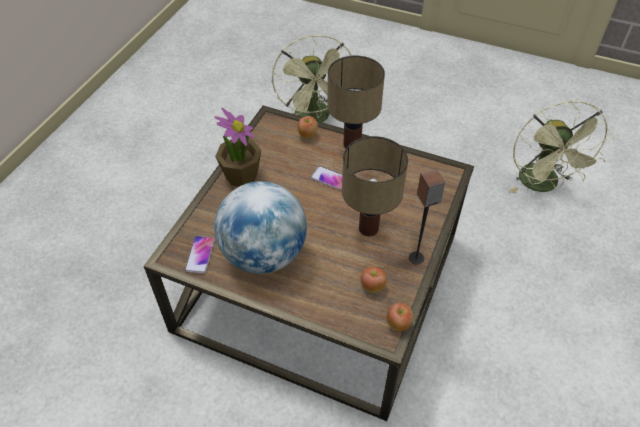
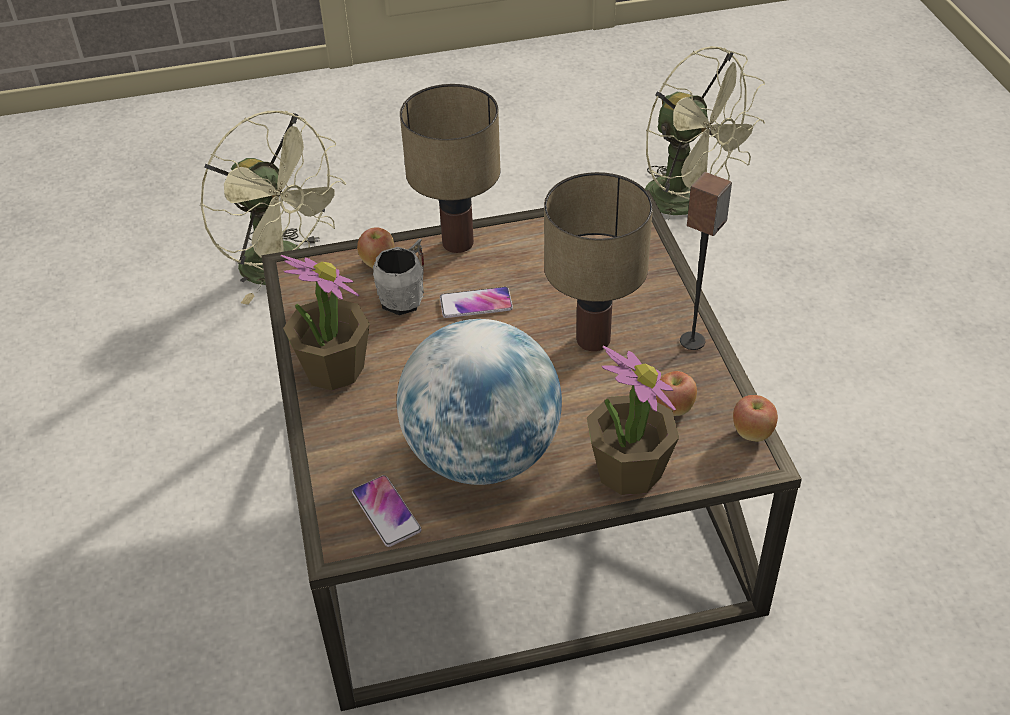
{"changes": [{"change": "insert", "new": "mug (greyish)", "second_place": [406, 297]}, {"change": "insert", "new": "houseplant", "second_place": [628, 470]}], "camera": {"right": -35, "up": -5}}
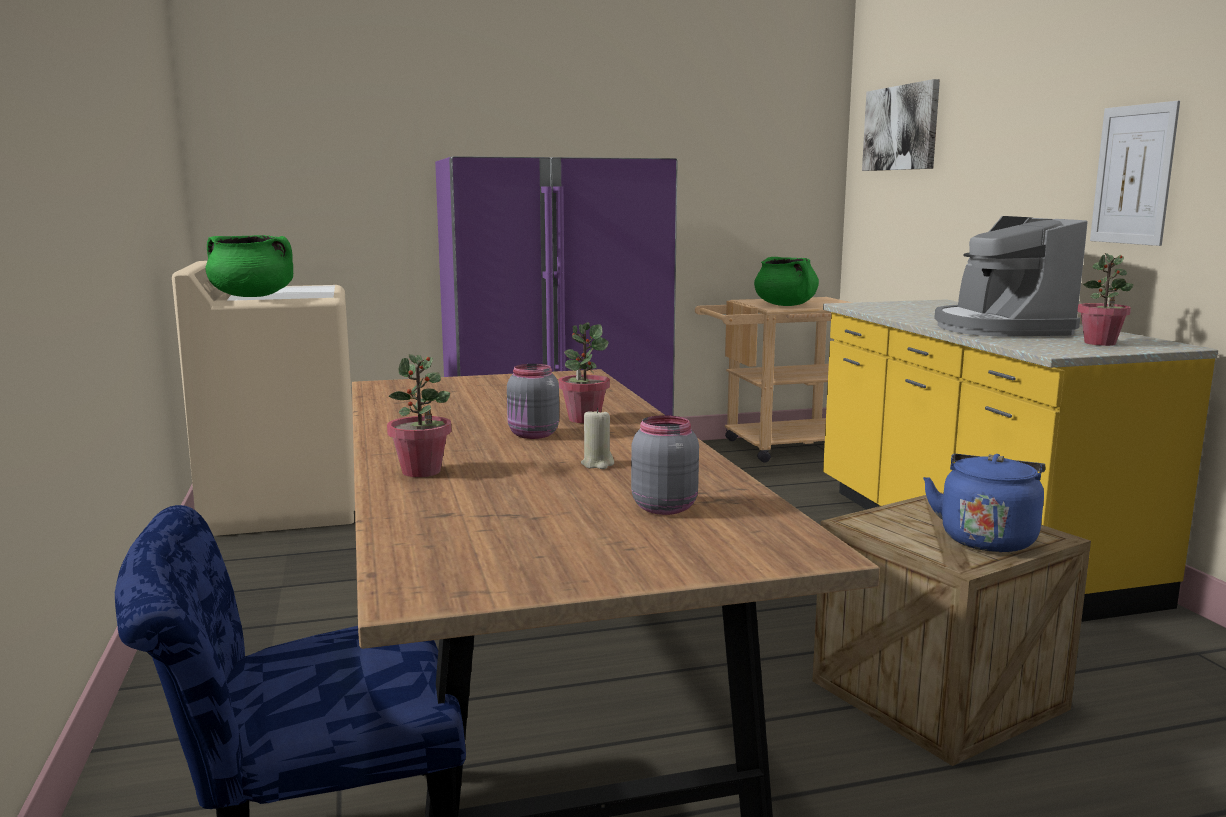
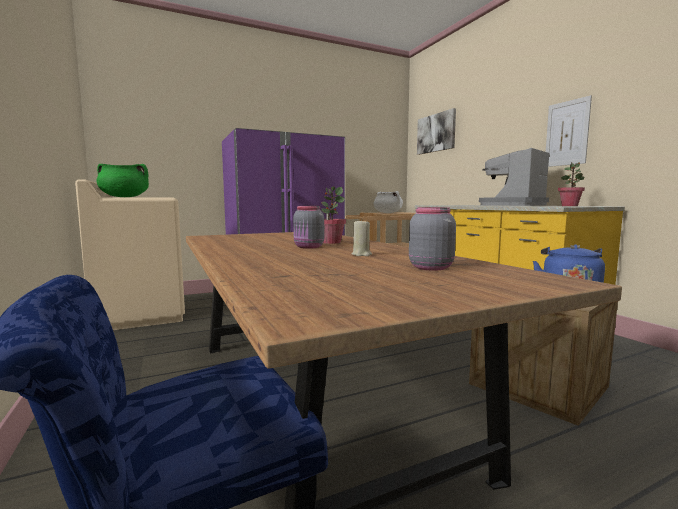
{"changes": [{"change": "rotate", "old": "coffee maker", "first_place": [999, 328], "second_place": [512, 205], "degrees": 60}, {"change": "recolor", "old": "stockpot (greenish)", "new": "stockpot (white)", "first_place": [785, 305], "second_place": [388, 213]}, {"change": "delete", "old": "houseplant", "first_place": [422, 471]}], "camera": {"right": -10, "up": -5}}
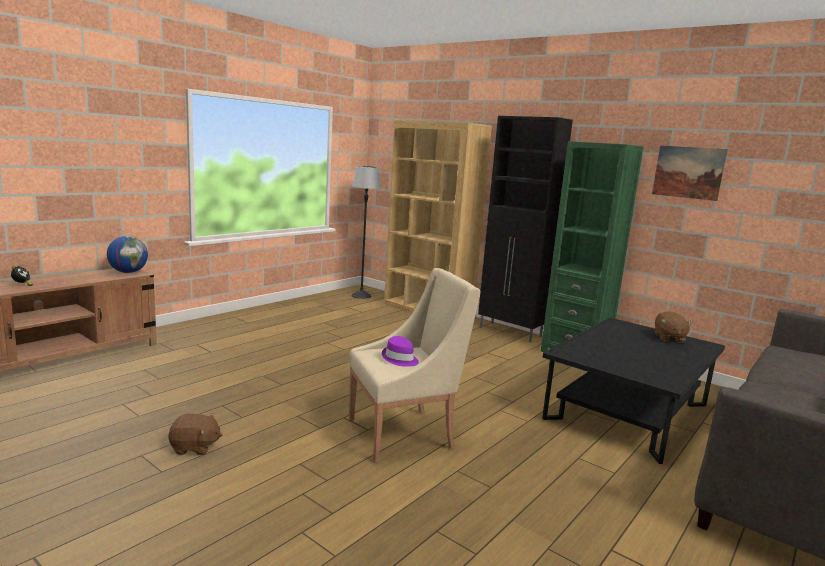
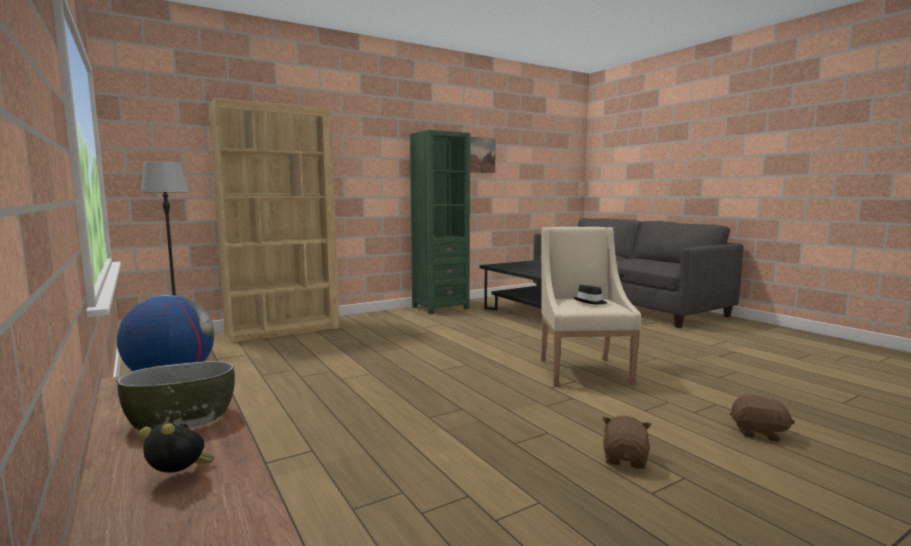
{"changes": [{"change": "delete", "old": "storage cabinet (black-coloured)", "first_place": [510, 332]}, {"change": "move", "old": "cuddly toy (brownish)", "first_place": [669, 338], "second_place": [758, 433]}, {"change": "recolor", "old": "hat (purple-coloured)", "new": "hat (black-coloured)", "first_place": [400, 359], "second_place": [590, 302]}, {"change": "insert", "new": "bowl", "second_place": [182, 418]}], "camera": {"right": -70, "up": -5}}
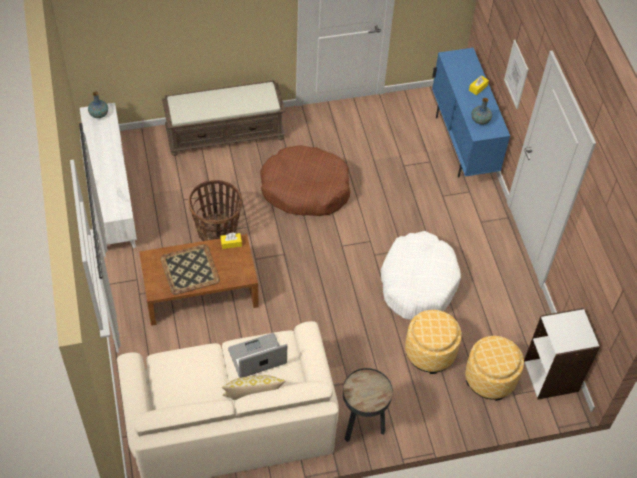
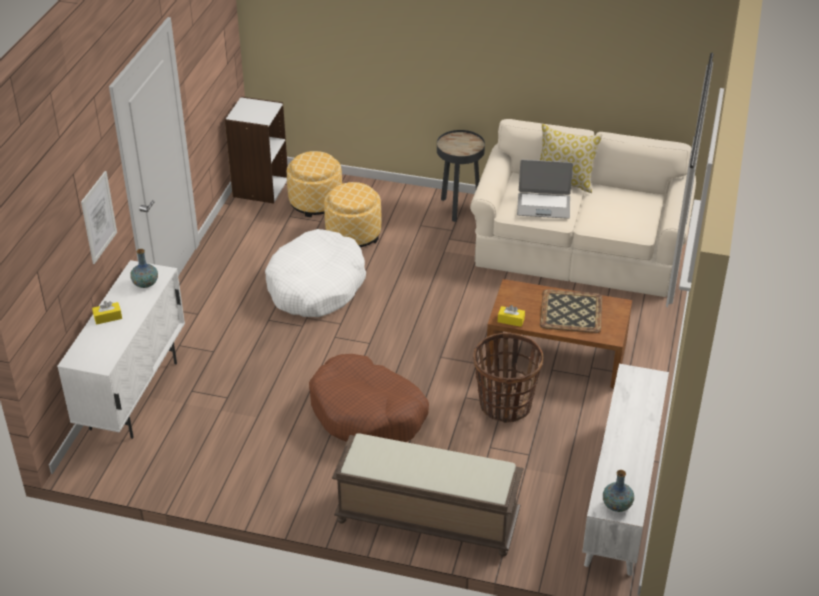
{"changes": [{"change": "recolor", "old": "storage cabinet (blue)", "new": "storage cabinet (white)", "first_place": [462, 144], "second_place": [134, 395]}], "camera": {"right": -150, "up": -15}}
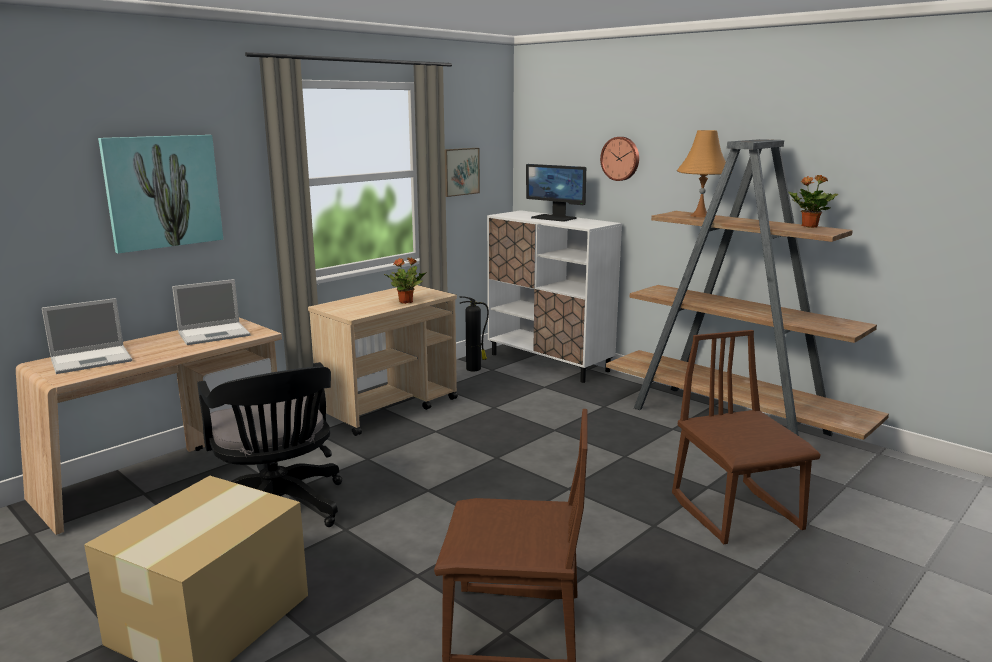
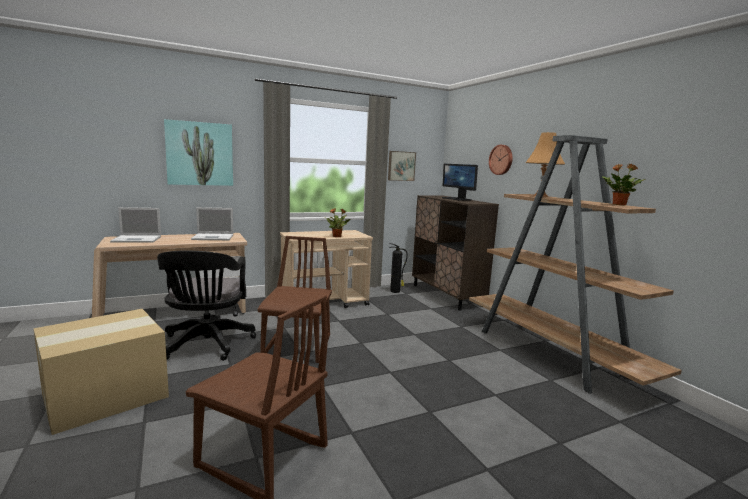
{"changes": [{"change": "recolor", "old": "storage cabinet (white)", "new": "storage cabinet (brownish)", "first_place": [549, 362], "second_place": [446, 295]}, {"change": "move", "old": "upright chair (brownish)", "first_place": [737, 512], "second_place": [298, 347]}], "camera": {"right": 20, "up": -5}}
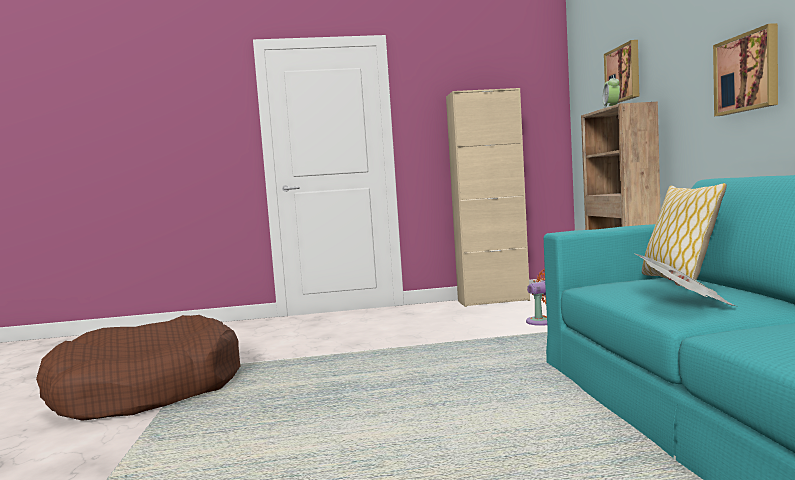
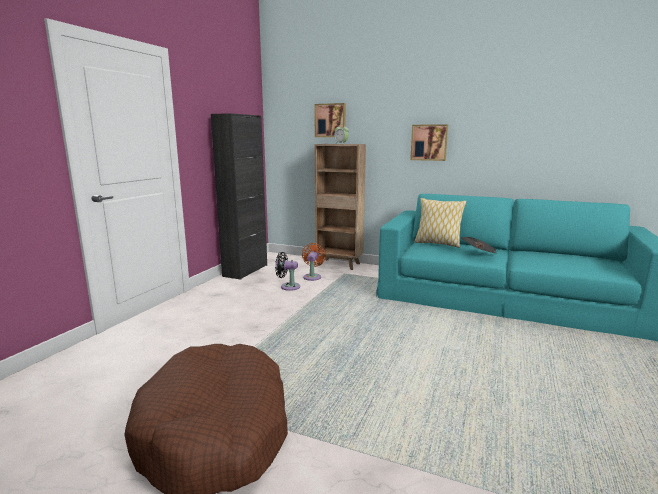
{"changes": [{"change": "recolor", "old": "storage cabinet (beige-coloured)", "new": "storage cabinet (black-coloured)", "first_place": [493, 301], "second_place": [245, 270]}, {"change": "insert", "new": "electric fan (black-coloured)", "second_place": [288, 286]}], "camera": {"right": -60, "up": 10}}
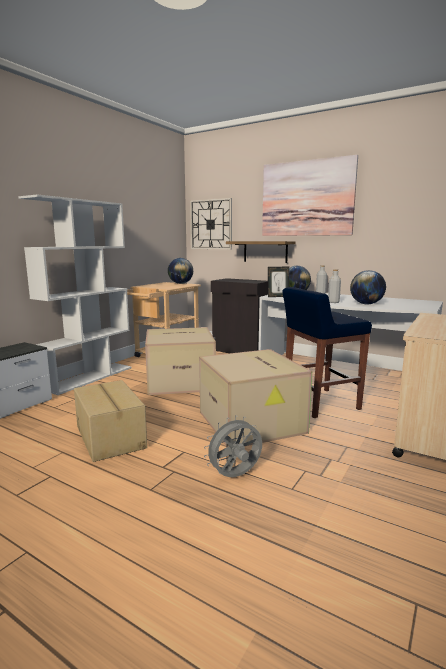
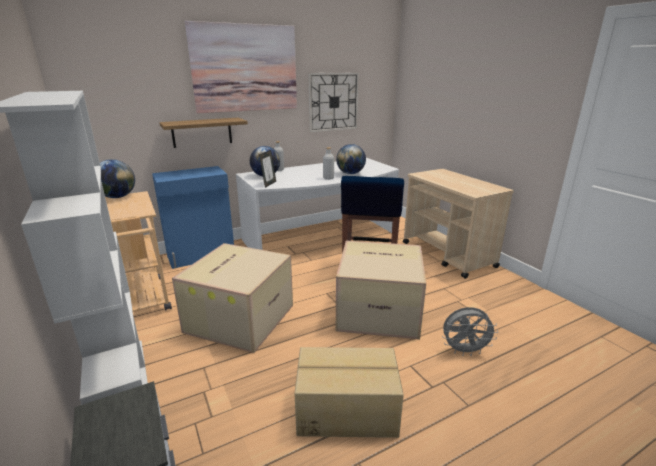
{"changes": [{"change": "move", "old": "hanging clock", "first_place": [211, 224], "second_place": [333, 102]}, {"change": "recolor", "old": "storage cabinet (black-coloured)", "new": "storage cabinet (blue)", "first_place": [240, 351], "second_place": [201, 255]}, {"change": "rotate", "old": "electric fan (greyish)", "first_place": [235, 476], "second_place": [464, 351], "degrees": -90}], "camera": {"right": -60, "up": 10}}
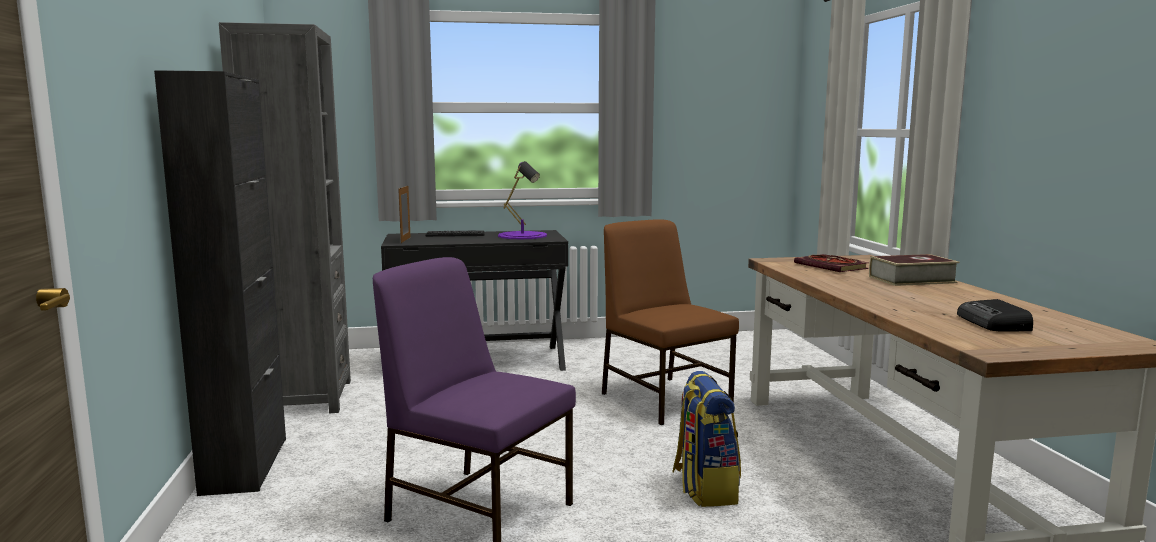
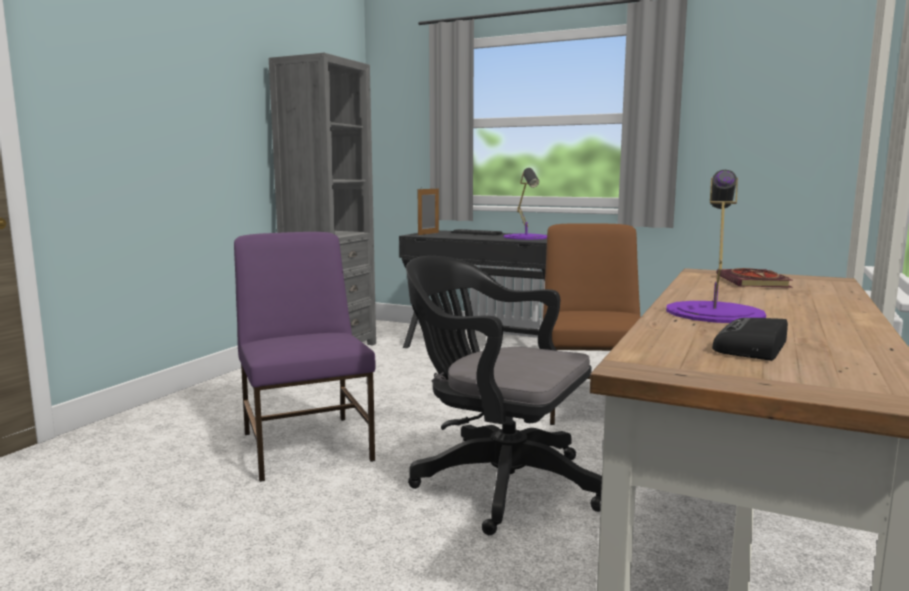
{"changes": [{"change": "delete", "old": "storage cabinet (black-coloured)", "first_place": [245, 465]}, {"change": "delete", "old": "volume", "first_place": [912, 279]}, {"change": "replace", "old": "rucksack", "new": "computer chair (black-coloured)", "first_place": [704, 488], "second_place": [497, 482]}, {"change": "insert", "new": "table lamp (purple-coloured)", "second_place": [714, 312]}], "camera": {"right": 35, "up": 0}}
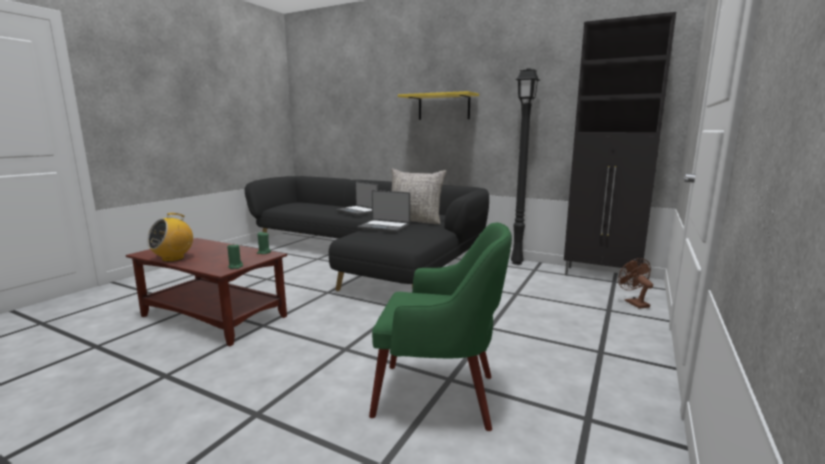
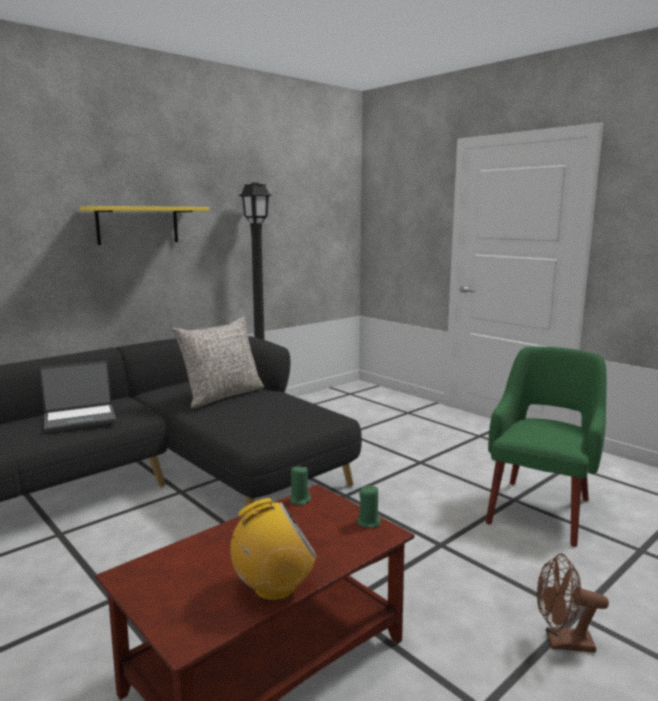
{"changes": [{"change": "delete", "old": "storage cabinet (black-coloured)", "first_place": [602, 276]}, {"change": "delete", "old": "portable computer", "first_place": [384, 227]}, {"change": "rotate", "old": "radio", "first_place": [173, 258], "second_place": [274, 588], "degrees": -75}, {"change": "move", "old": "electric fan (brownish)", "first_place": [633, 303], "second_place": [562, 642]}], "camera": {"right": -70, "up": 0}}
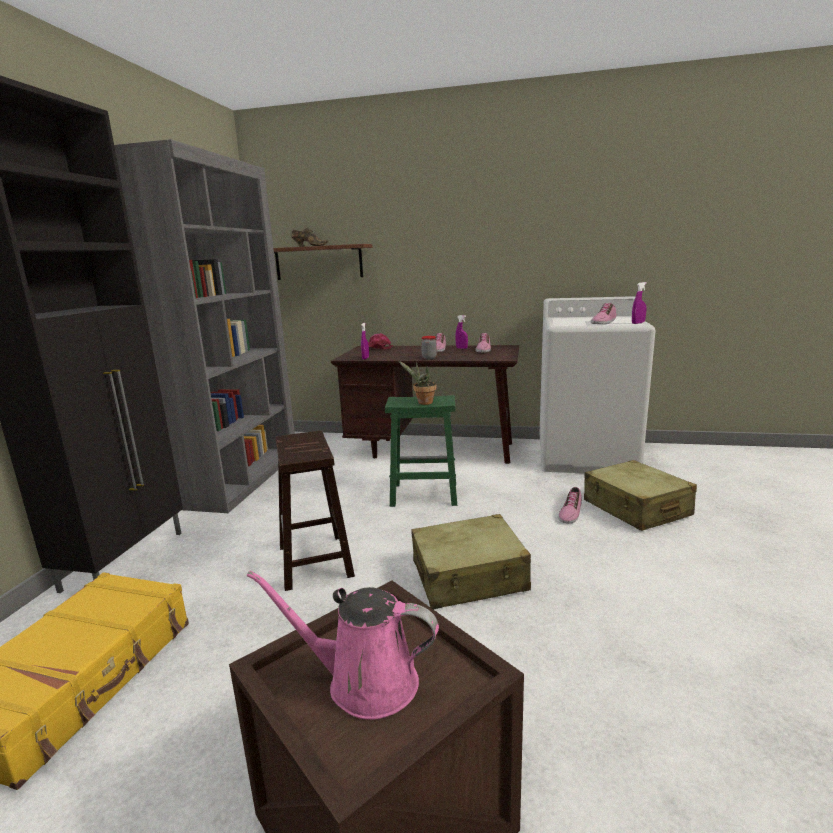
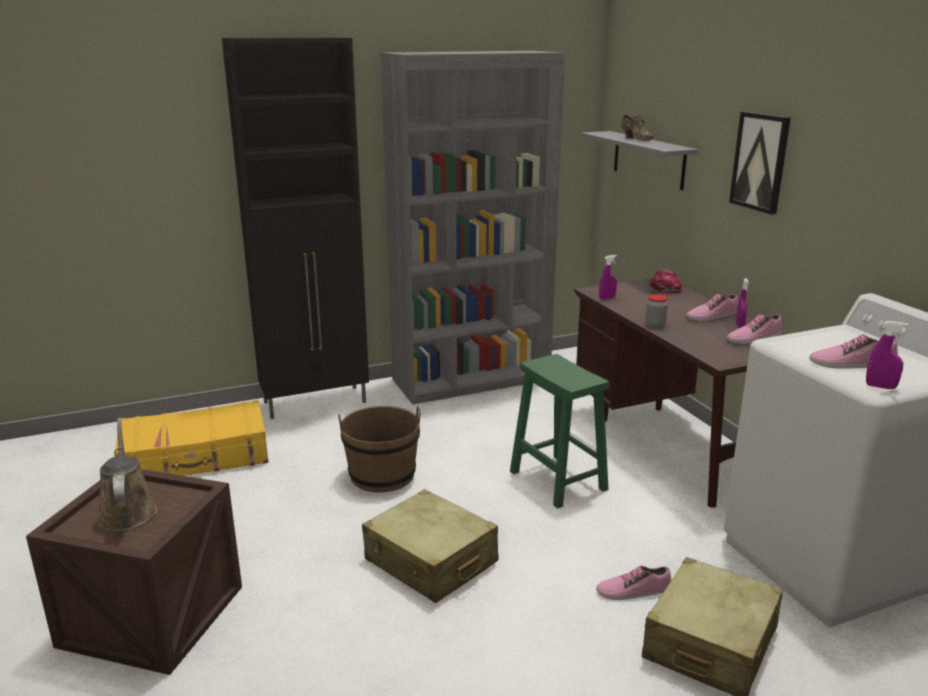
{"changes": [{"change": "recolor", "old": "bracket shelf (brownish)", "new": "bracket shelf (greyish)", "first_place": [318, 262], "second_place": [648, 159]}, {"change": "delete", "old": "houseplant", "first_place": [423, 403]}, {"change": "replace", "old": "sitting stool (brownish)", "new": "water bucket (brownish)", "first_place": [316, 561], "second_place": [382, 475]}, {"change": "recolor", "old": "watering can (pink-coloured)", "new": "watering can (brownish)", "first_place": [363, 681], "second_place": [127, 511]}, {"change": "insert", "new": "wall art", "second_place": [760, 162]}], "camera": {"right": 55, "up": 5}}
